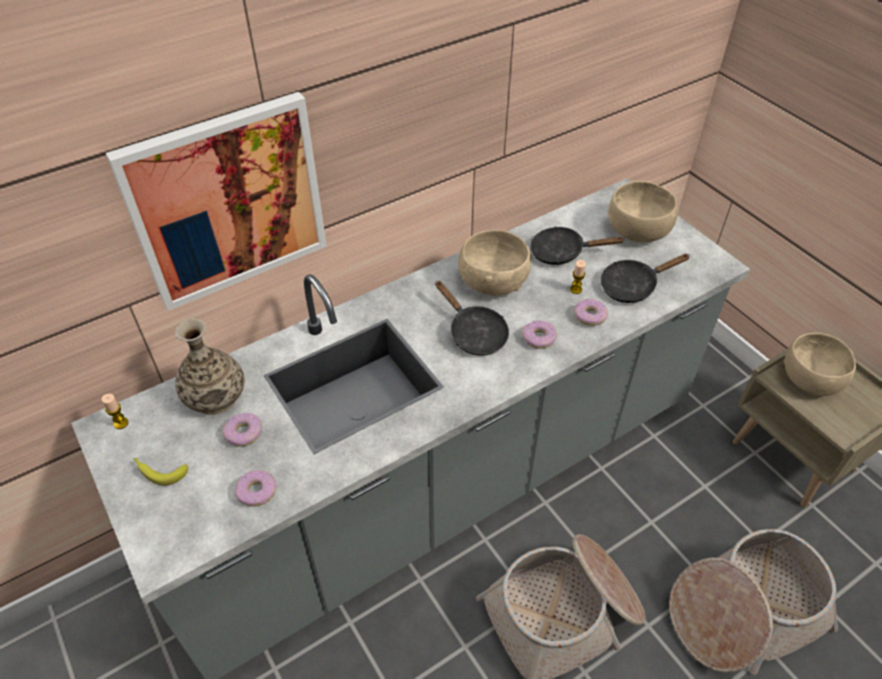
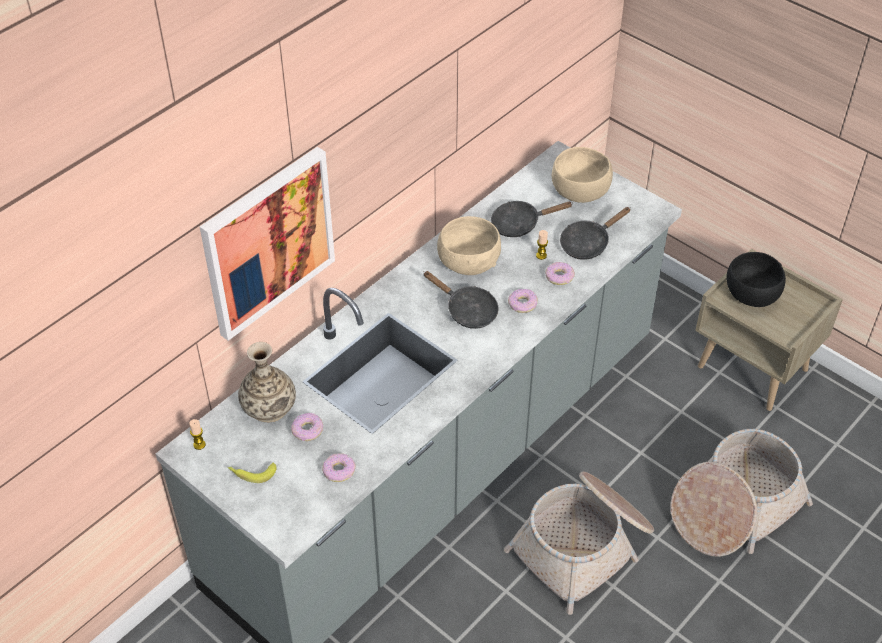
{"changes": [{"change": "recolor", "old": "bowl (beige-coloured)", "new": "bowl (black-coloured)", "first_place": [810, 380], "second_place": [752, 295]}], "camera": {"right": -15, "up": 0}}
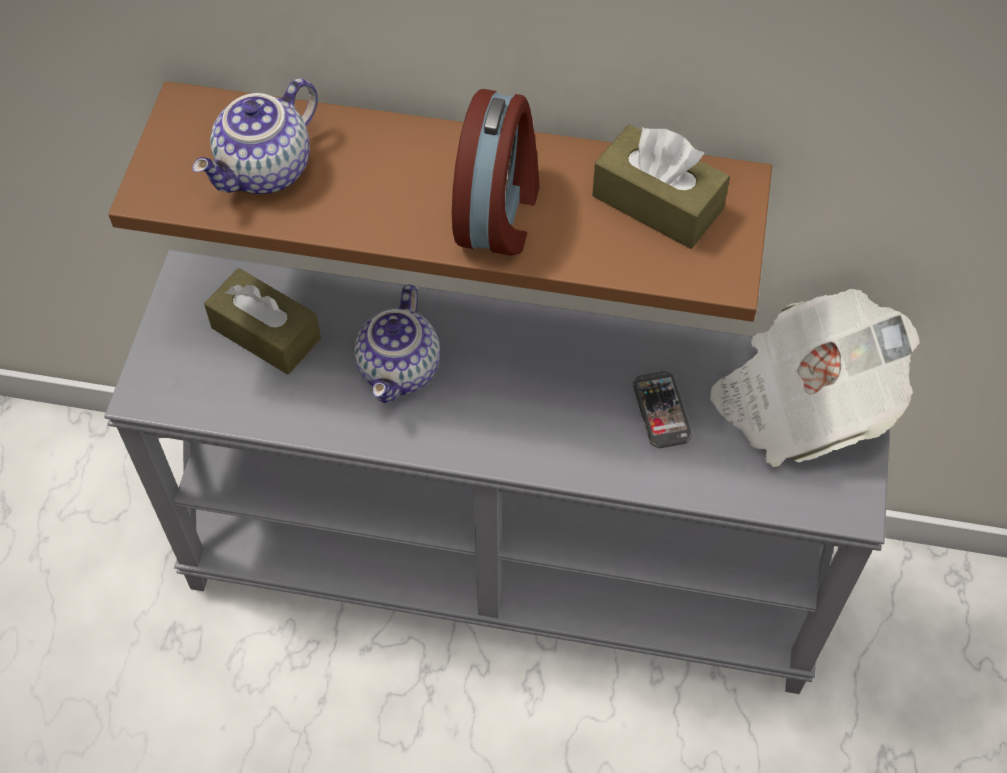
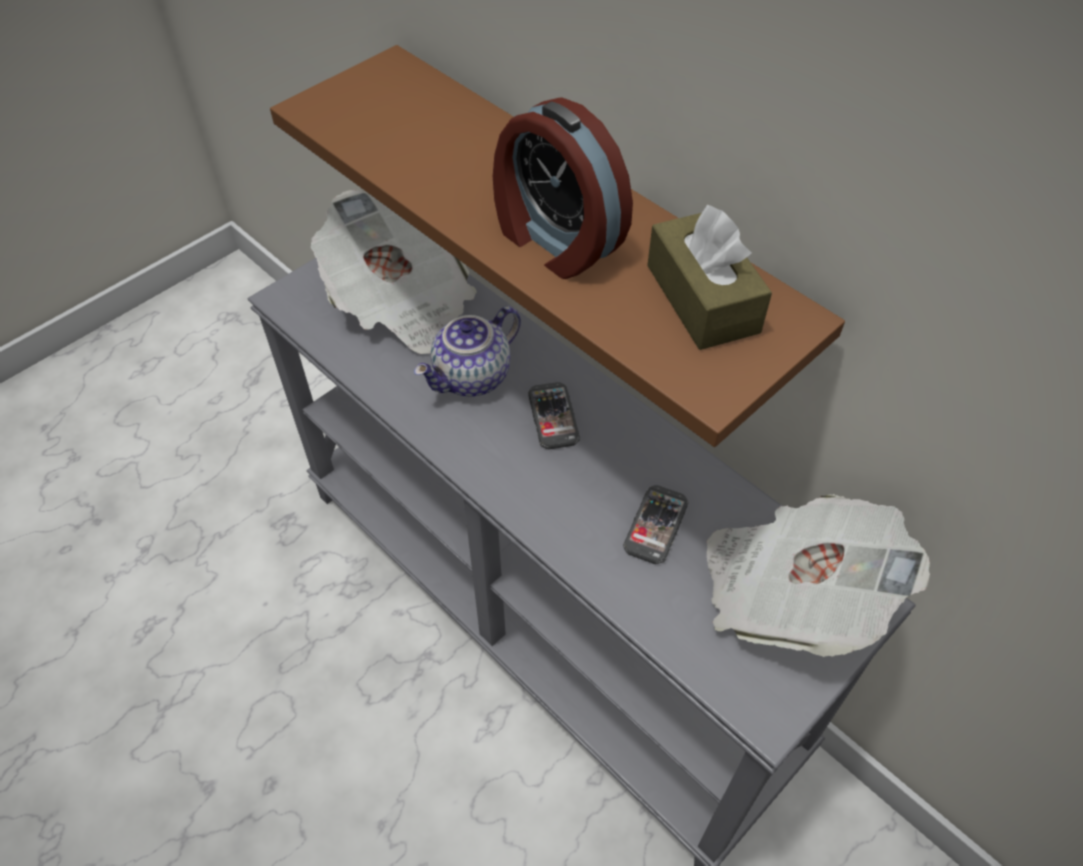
{"changes": [{"change": "delete", "old": "teapot", "first_place": [266, 172]}, {"change": "rotate", "old": "table clock", "first_place": [500, 213], "second_place": [555, 241], "degrees": 90}, {"change": "replace", "old": "tissue holder (brownish)", "new": "printed paper", "first_place": [266, 333], "second_place": [401, 301]}, {"change": "insert", "new": "telephone", "second_place": [553, 417]}], "camera": {"right": 35, "up": -5}}
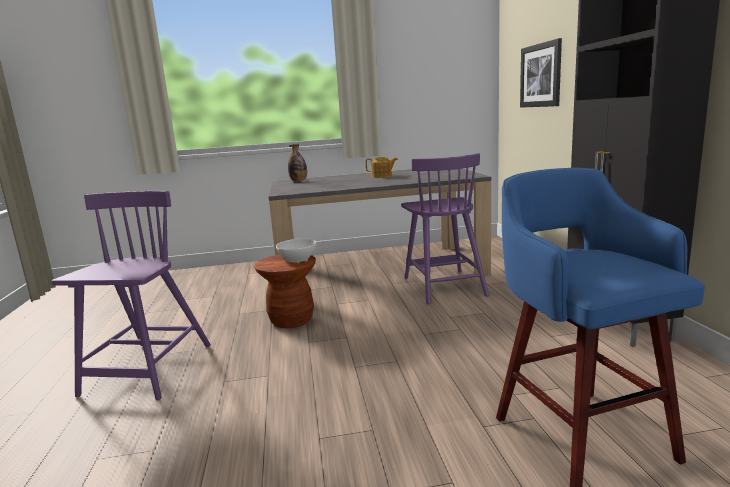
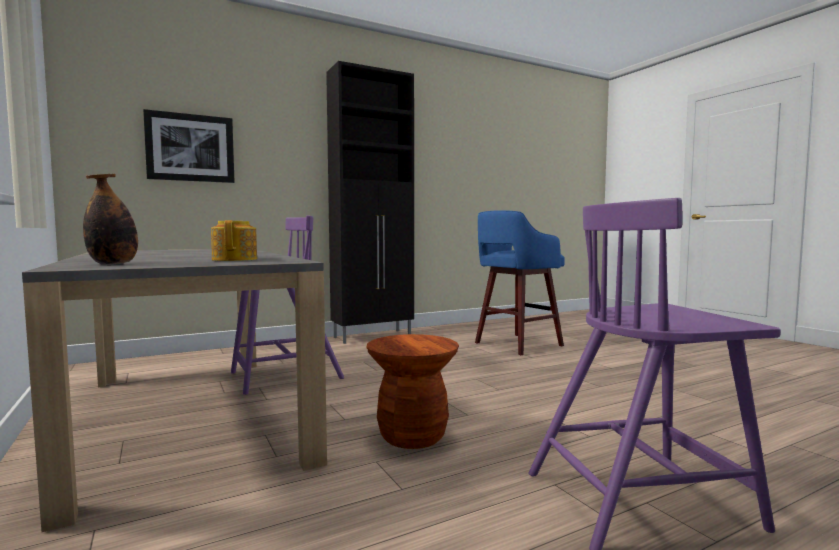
{"changes": [{"change": "move", "old": "teapot", "first_place": [382, 176], "second_place": [235, 259]}, {"change": "delete", "old": "bowl (white)", "first_place": [297, 259]}], "camera": {"right": -110, "up": -10}}
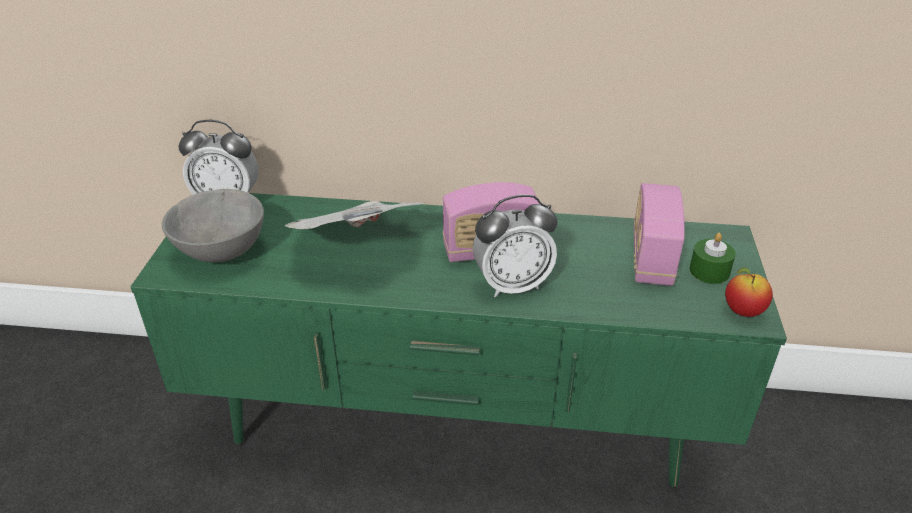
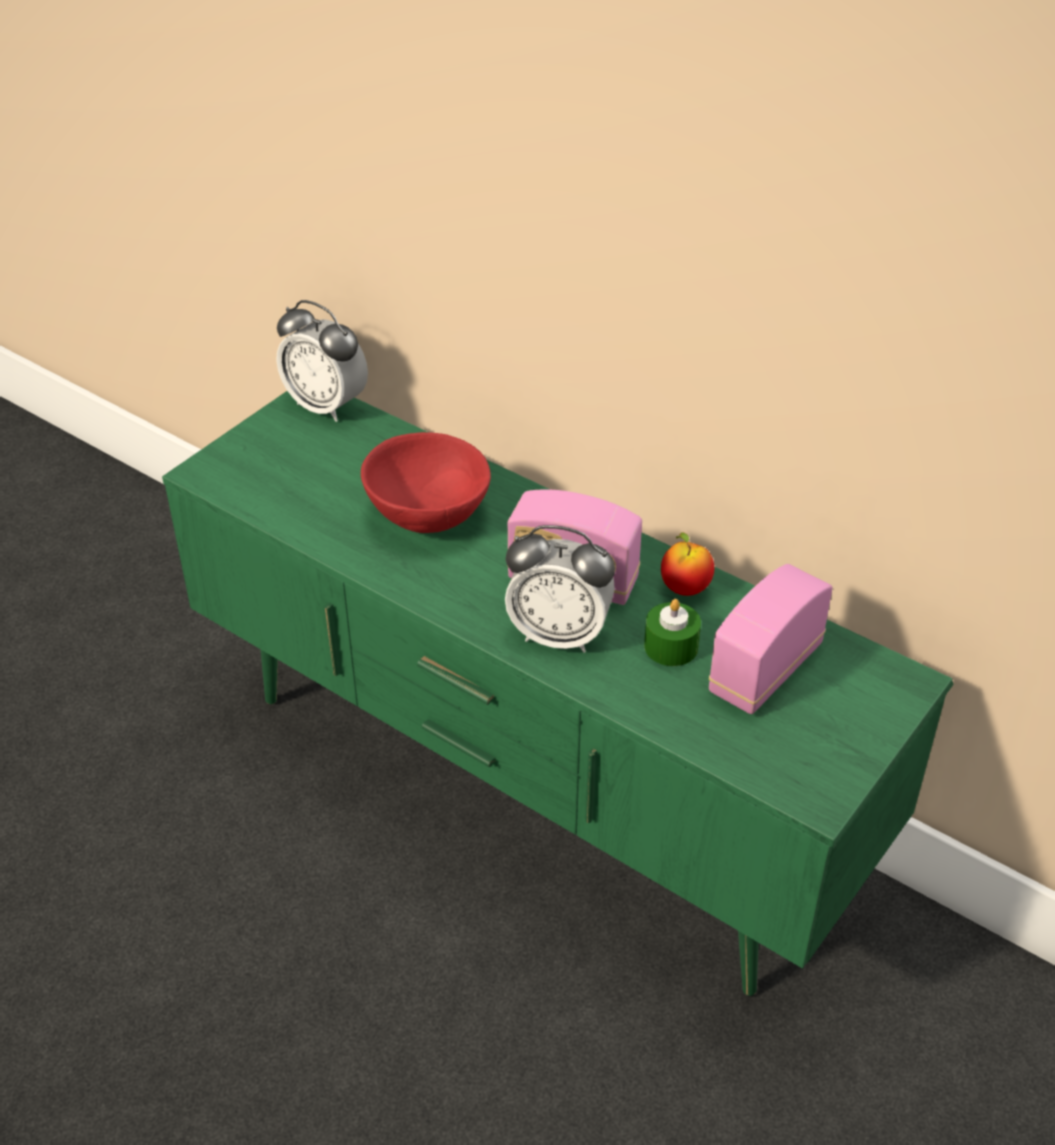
{"changes": [{"change": "delete", "old": "bowl (greyish)", "first_place": [220, 252]}, {"change": "replace", "old": "printed paper", "new": "bowl (red-coloured)", "first_place": [359, 244], "second_place": [429, 514]}, {"change": "move", "old": "wax candle (greenish)", "first_place": [709, 271], "second_place": [671, 646]}, {"change": "move", "old": "apple fruit", "first_place": [743, 311], "second_place": [685, 588]}], "camera": {"right": 30, "up": 5}}
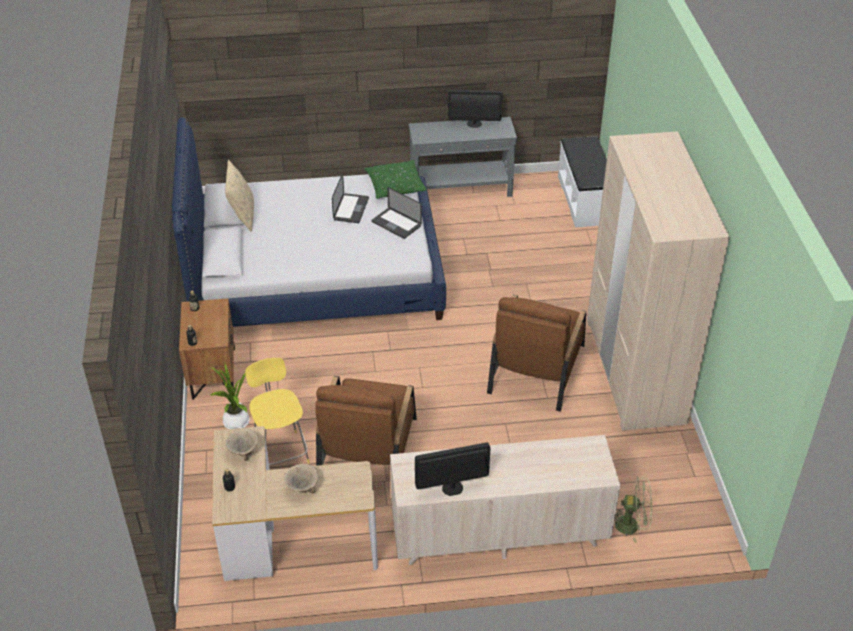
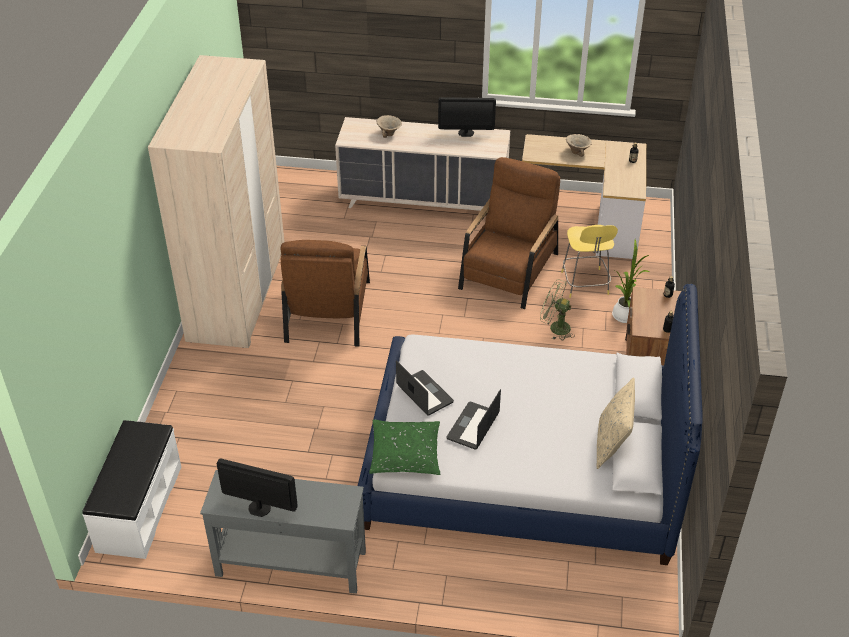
{"changes": [{"change": "rotate", "old": "lounge chair (brownish)", "first_place": [536, 369], "second_place": [327, 311], "degrees": 150}, {"change": "move", "old": "bowl (beige-coloured)", "first_place": [243, 452], "second_place": [389, 133]}, {"change": "move", "old": "electric fan (greenish)", "first_place": [632, 525], "second_place": [555, 328]}], "camera": {"right": -165, "up": 0}}
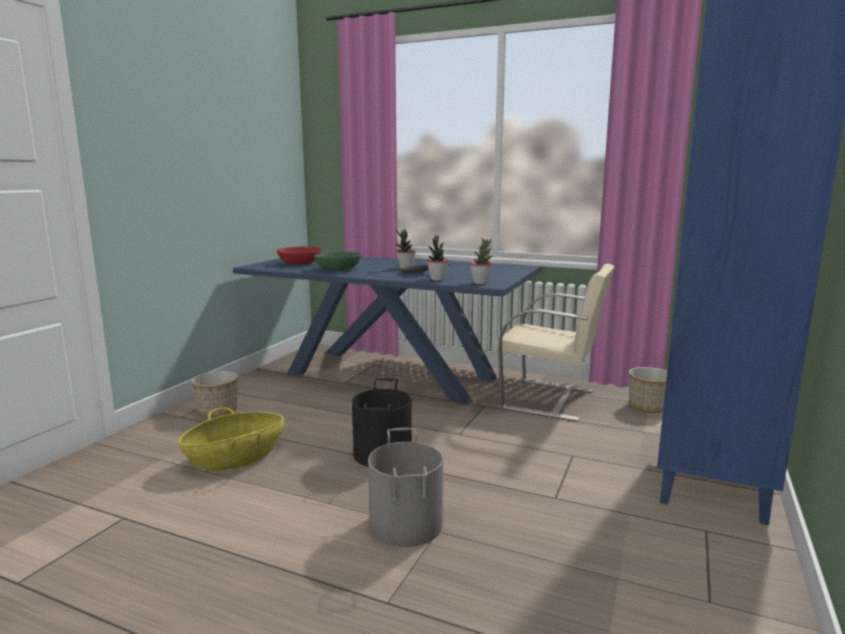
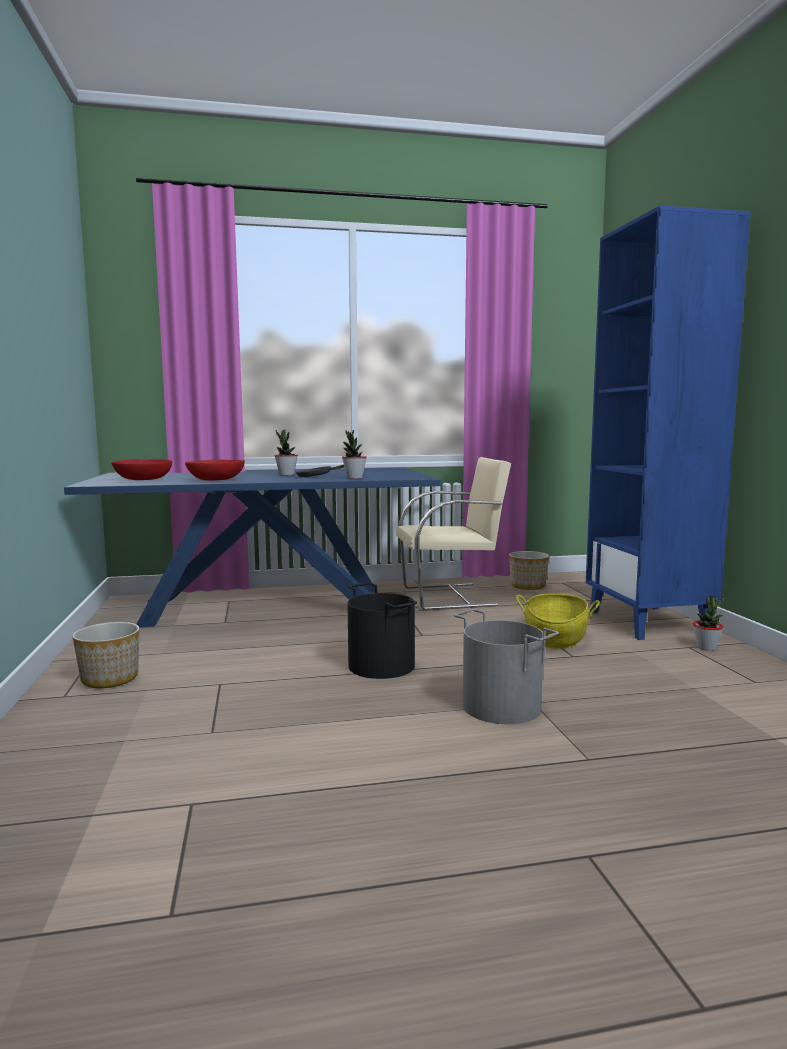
{"changes": [{"change": "move", "old": "houseplant", "first_place": [480, 283], "second_place": [706, 647]}, {"change": "recolor", "old": "bowl (greenish)", "new": "bowl (red-coloured)", "first_place": [338, 269], "second_place": [215, 479]}, {"change": "move", "old": "basket", "first_place": [235, 458], "second_place": [555, 638]}], "camera": {"right": -35, "up": -5}}
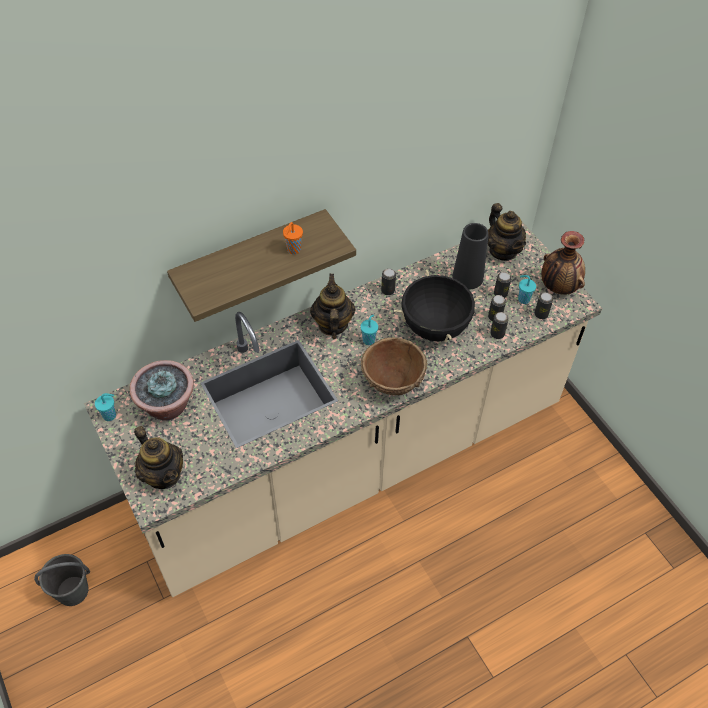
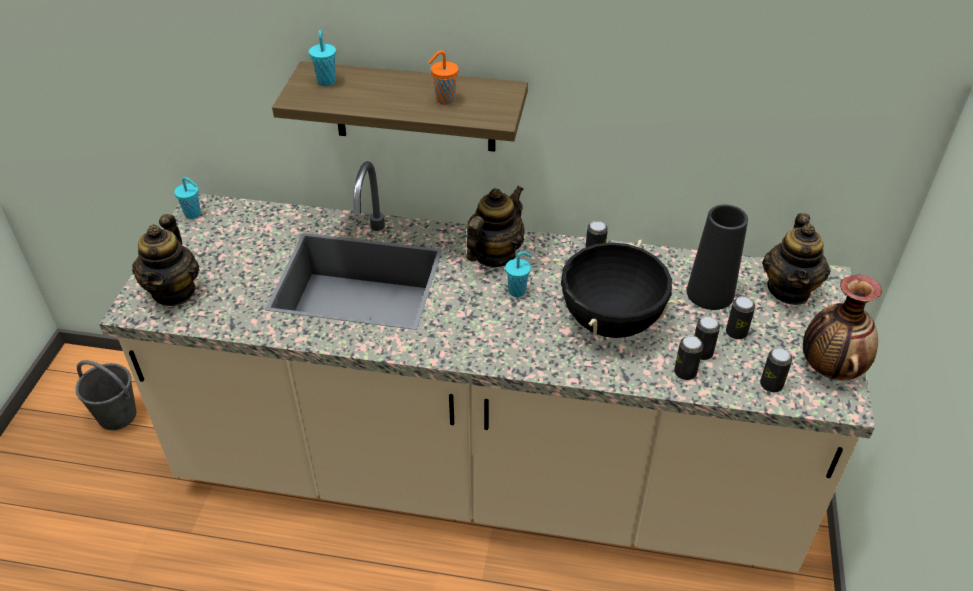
{"changes": [{"change": "move", "old": "drinking cup (turquoise-coloured)", "first_place": [523, 299], "second_place": [326, 81]}, {"change": "delete", "old": "bowl (brownish)", "first_place": [392, 383]}, {"change": "delete", "old": "houseplant", "first_place": [167, 406]}], "camera": {"right": 40, "up": -10}}
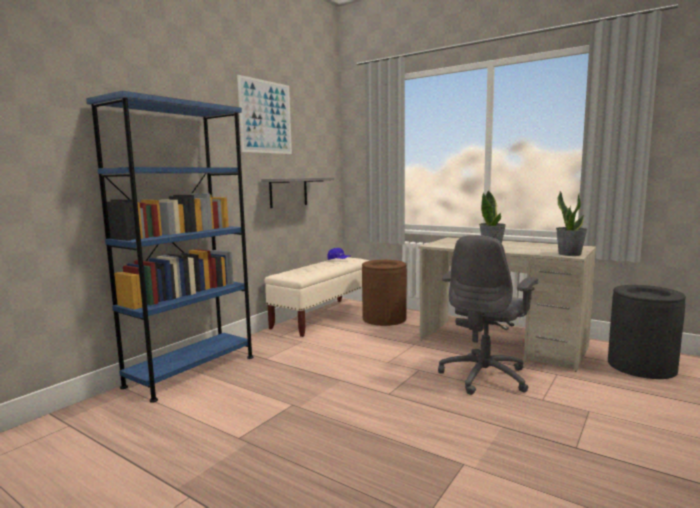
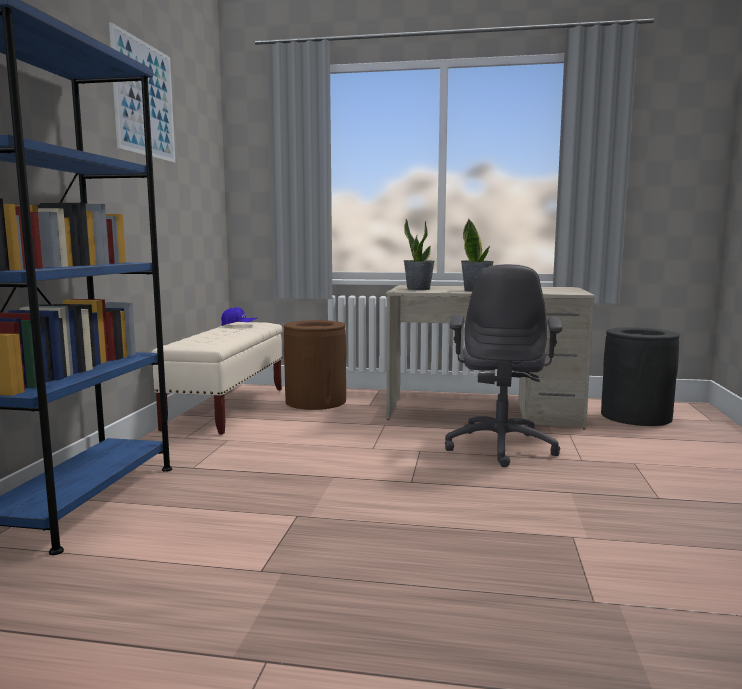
{"changes": [{"change": "delete", "old": "bracket shelf (greyish)", "first_place": [288, 192]}, {"change": "move", "old": "houseplant", "first_place": [569, 254], "second_place": [418, 289]}], "camera": {"right": -25, "up": 0}}
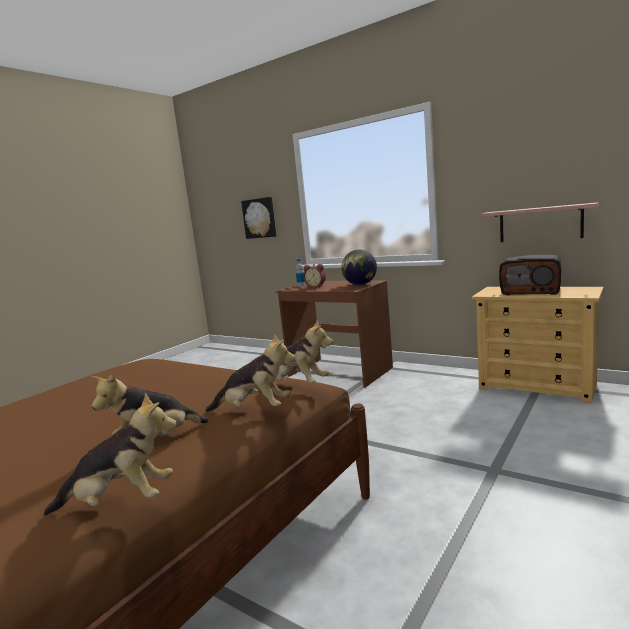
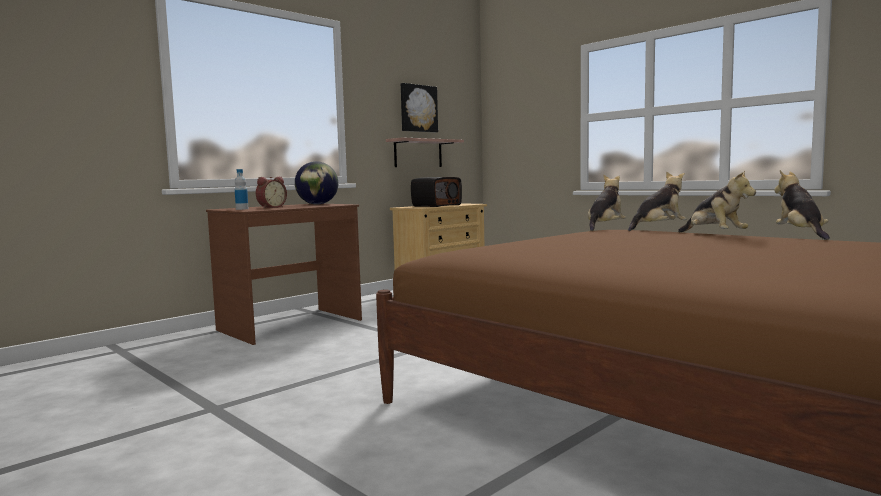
{"changes": [{"change": "move", "old": "wall art", "first_place": [260, 218], "second_place": [418, 108]}, {"change": "rotate", "old": "cuddly toy", "first_place": [254, 409], "second_place": [658, 228], "degrees": 45}], "camera": {"right": -80, "up": -5}}
